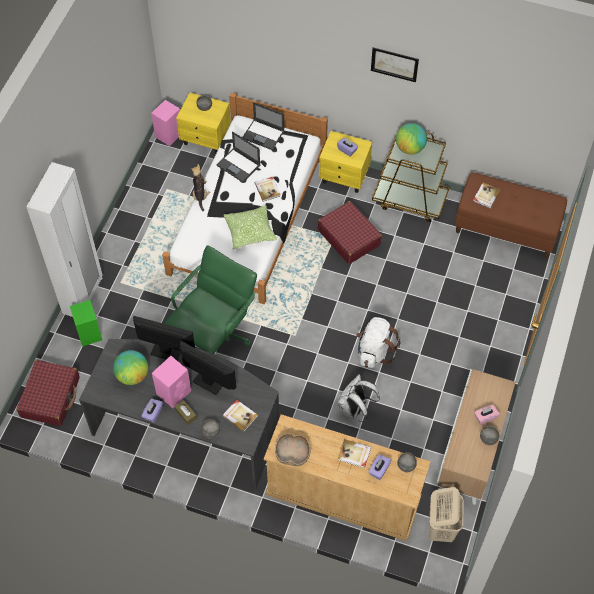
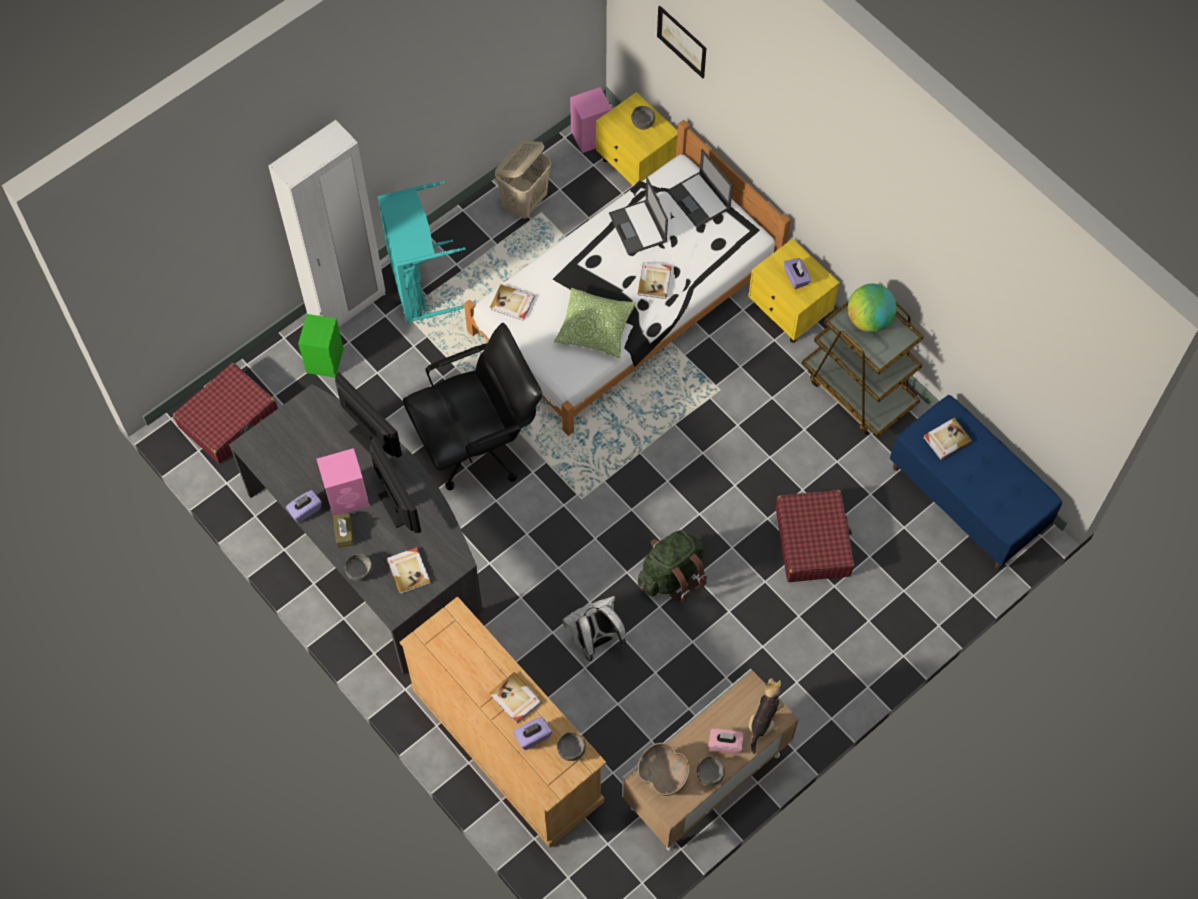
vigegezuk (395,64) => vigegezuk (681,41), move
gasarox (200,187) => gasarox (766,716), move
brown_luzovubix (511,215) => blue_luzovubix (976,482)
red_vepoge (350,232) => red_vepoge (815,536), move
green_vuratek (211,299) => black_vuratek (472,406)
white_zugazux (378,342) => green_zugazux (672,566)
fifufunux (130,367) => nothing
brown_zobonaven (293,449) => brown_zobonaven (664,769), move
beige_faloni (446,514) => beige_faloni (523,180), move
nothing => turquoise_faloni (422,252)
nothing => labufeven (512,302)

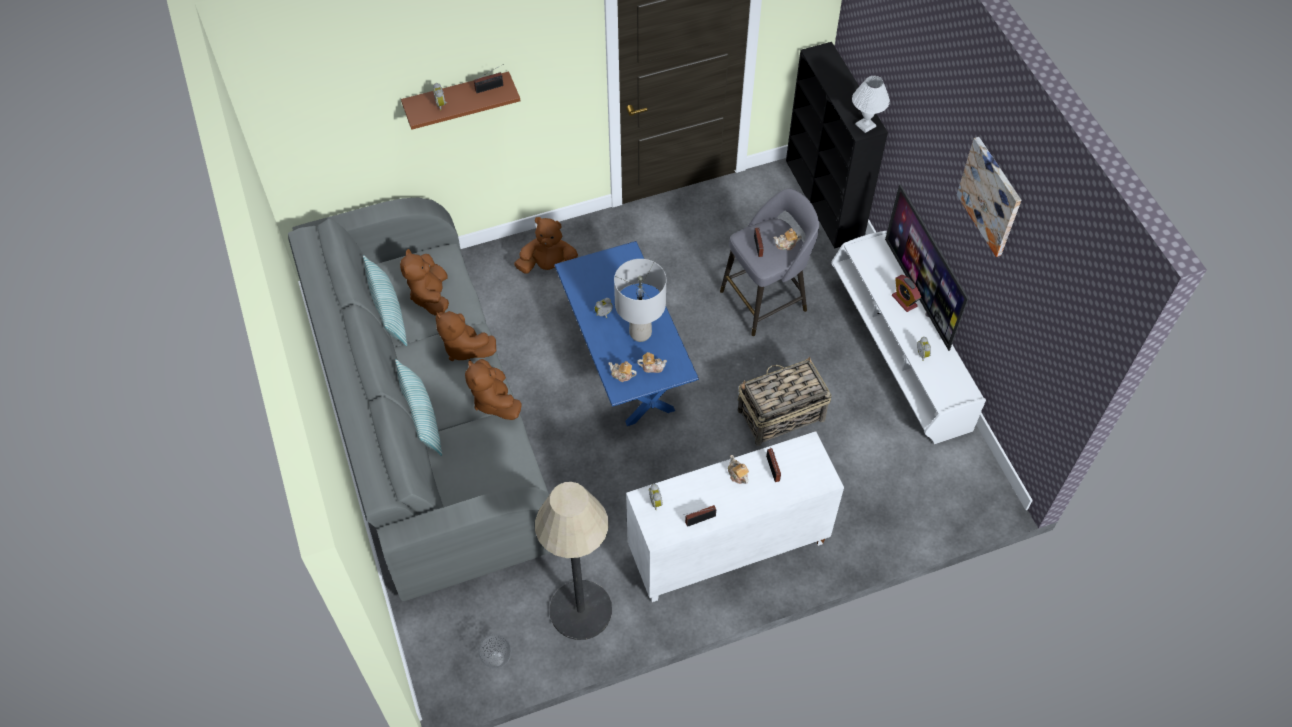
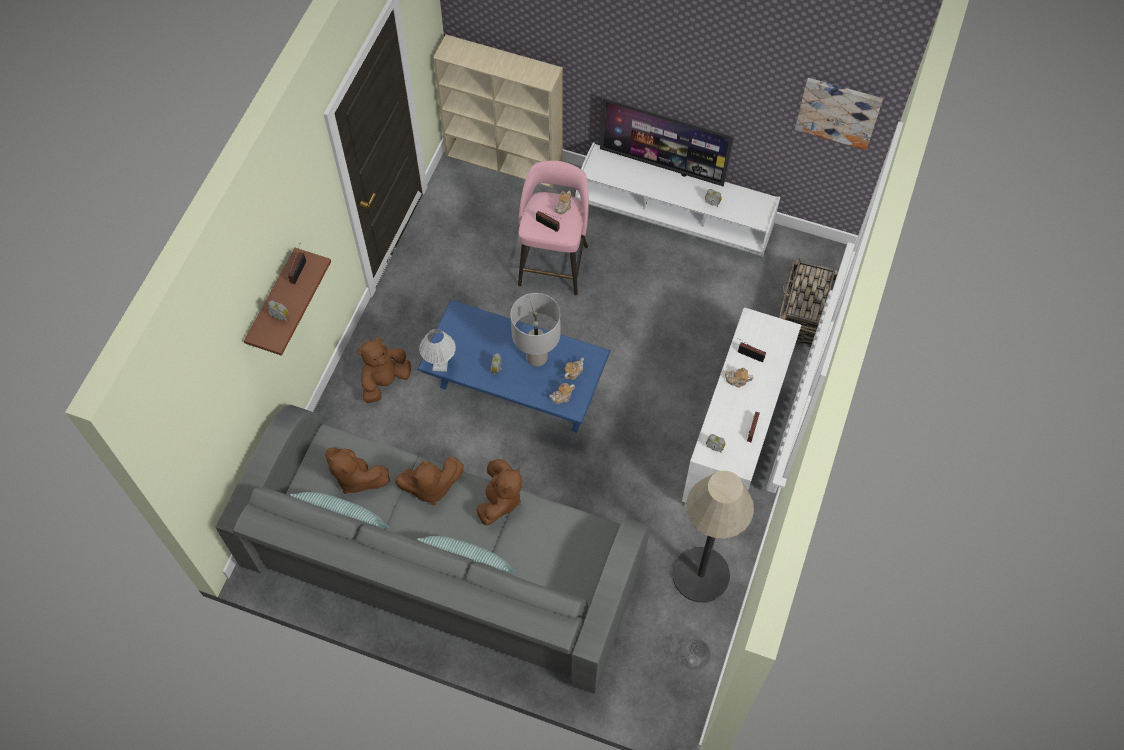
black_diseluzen (837,145) => beige_diseluzen (498,111)
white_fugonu (871,104) => white_fugonu (437,350), move
vigegezuk (989,197) => vigegezuk (839,114), move
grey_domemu (769,262) => pink_domemu (553,228)
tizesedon (906,293) => nothing
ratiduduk (785,401) => ratiduduk (808,302), move
brown_gasarox (493,389) => brown_gasarox (499,492), 90 degrees counterclockwise

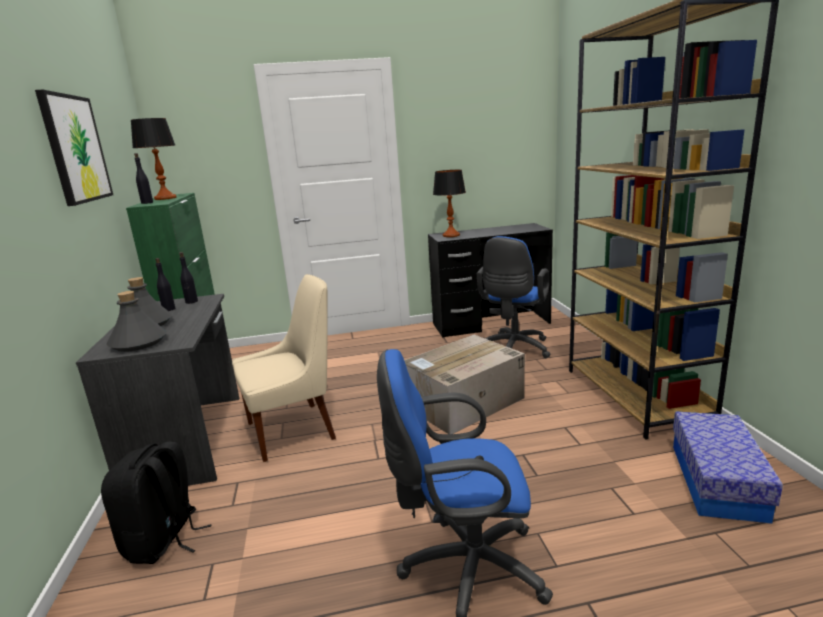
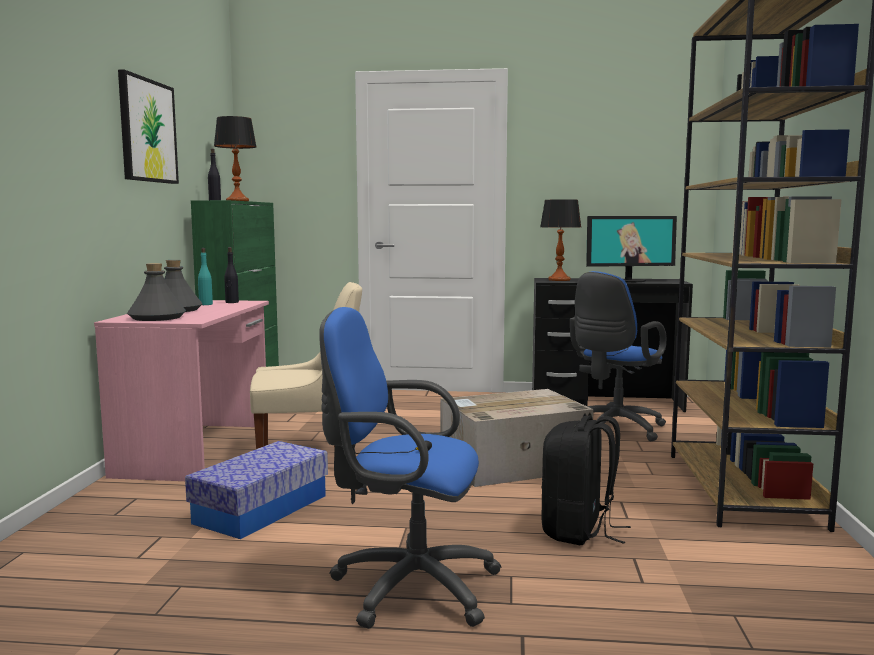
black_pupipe (165,284) => turquoise_pupipe (205,276)
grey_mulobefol (157,390) => pink_mulobefol (181,390)
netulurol (728,467) => netulurol (256,490), move
black_zugazux (156,502) => black_zugazux (586,480), move
nothing => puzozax (631,249)

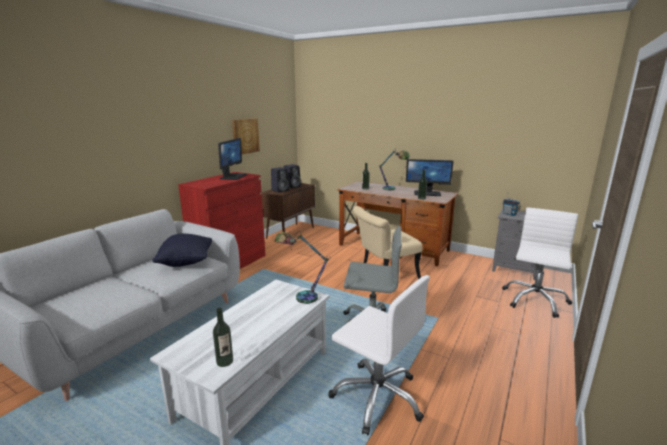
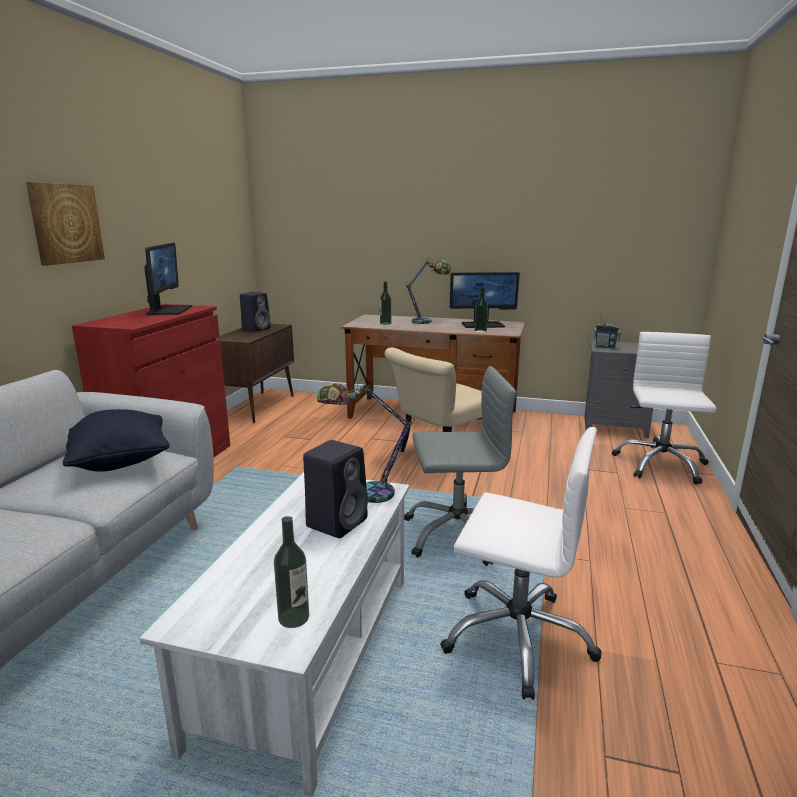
vigegezuk (246,136) => vigegezuk (65,223), move
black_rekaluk (280,179) => black_rekaluk (335,489), move

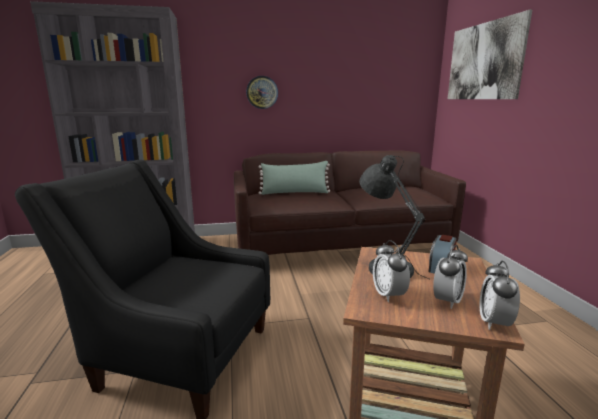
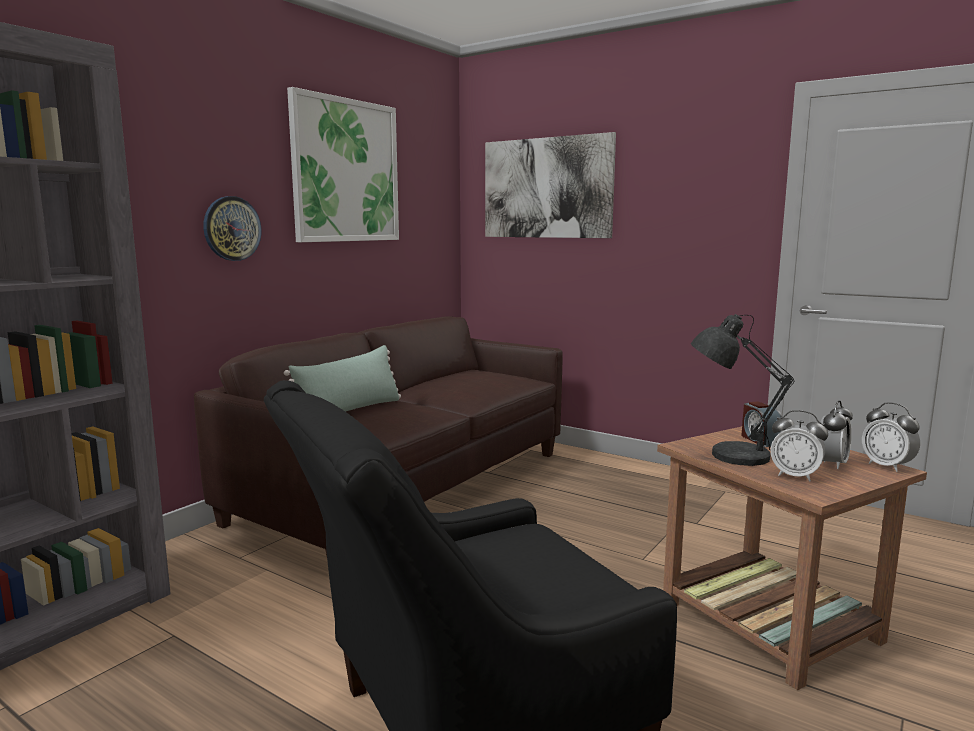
tizesedon (450,277) => tizesedon (837,435), 45 degrees clockwise
nothing => vigegezuk (343,164)

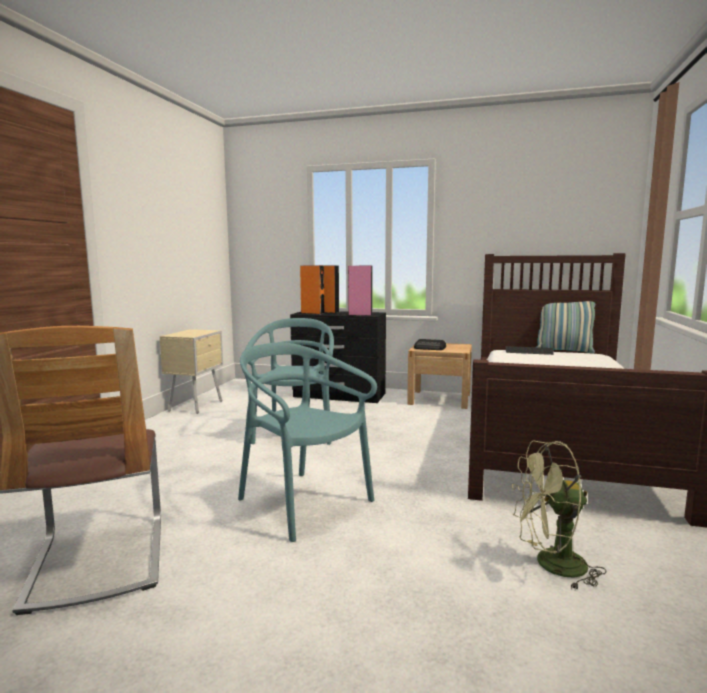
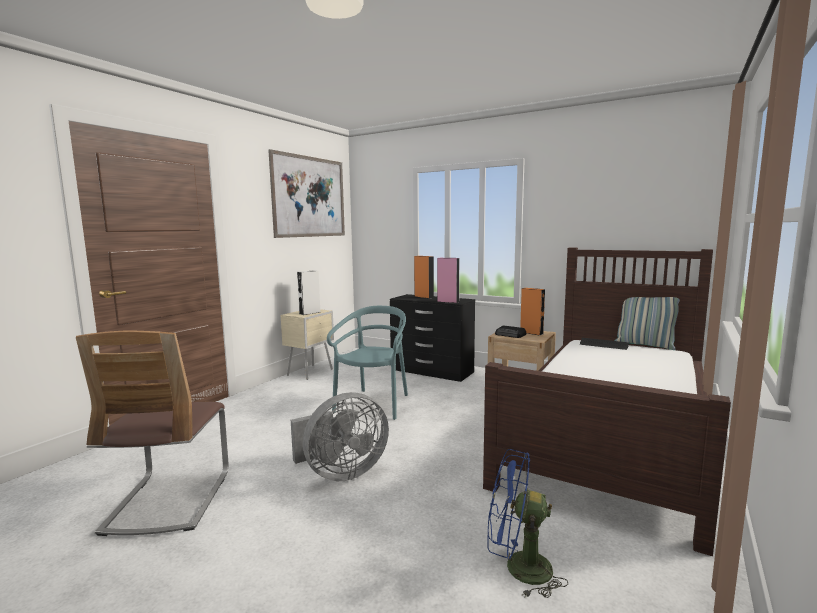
orange_rekaluk (312,290) => orange_rekaluk (532,312), move
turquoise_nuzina (307,442) => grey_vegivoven (340,436)
green_vegivoven (559,515) => blue_vegivoven (527,523)
nothing => vigegezuk (306,193)
nothing => white_rekaluk (308,292)

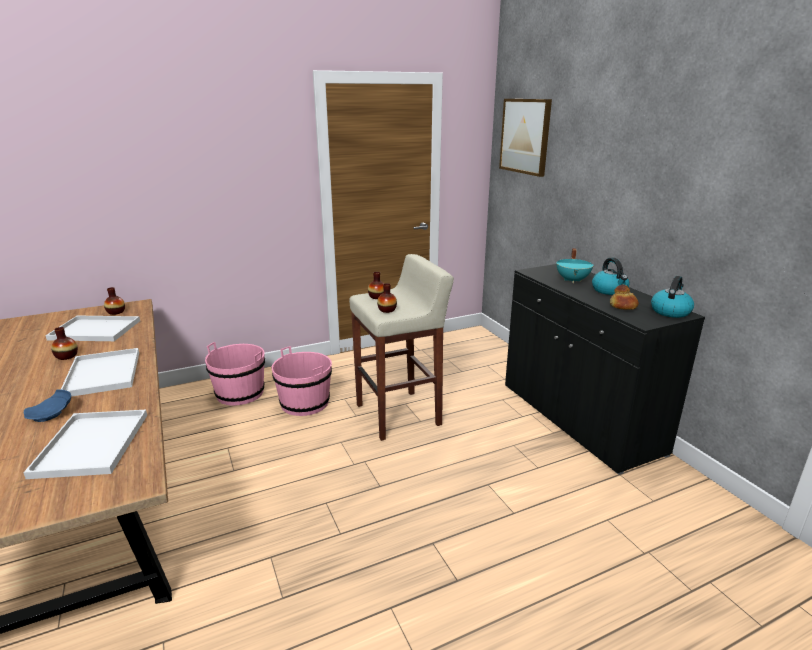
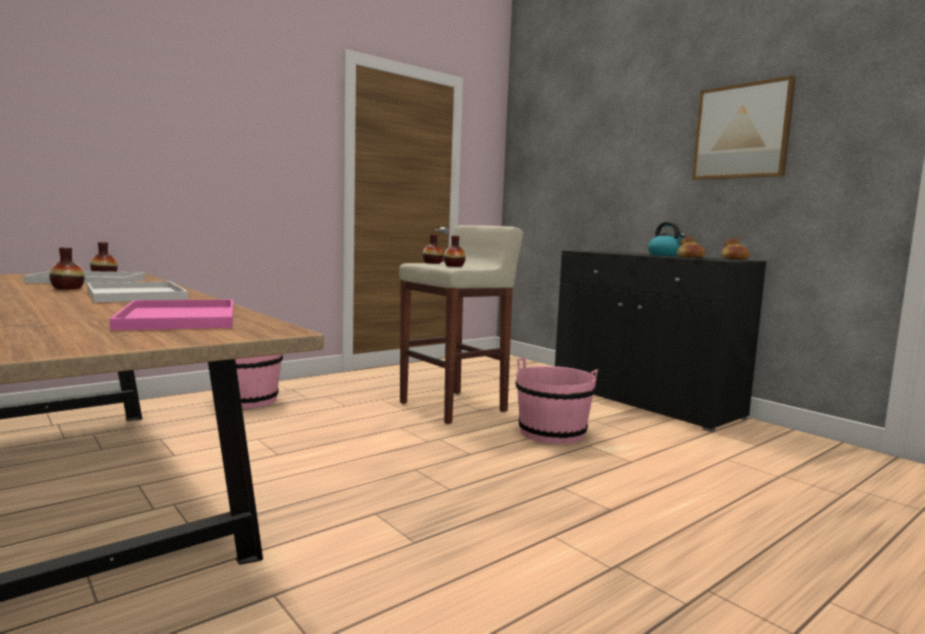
vigegezuk (525,138) => vigegezuk (744,127), move
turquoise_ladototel (575,265) => nothing
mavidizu (672,297) => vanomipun (735,248)
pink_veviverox (302,381) => pink_veviverox (557,400), move
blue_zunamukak (47,405) => nothing
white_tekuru (85,444) => pink_tekuru (171,315)

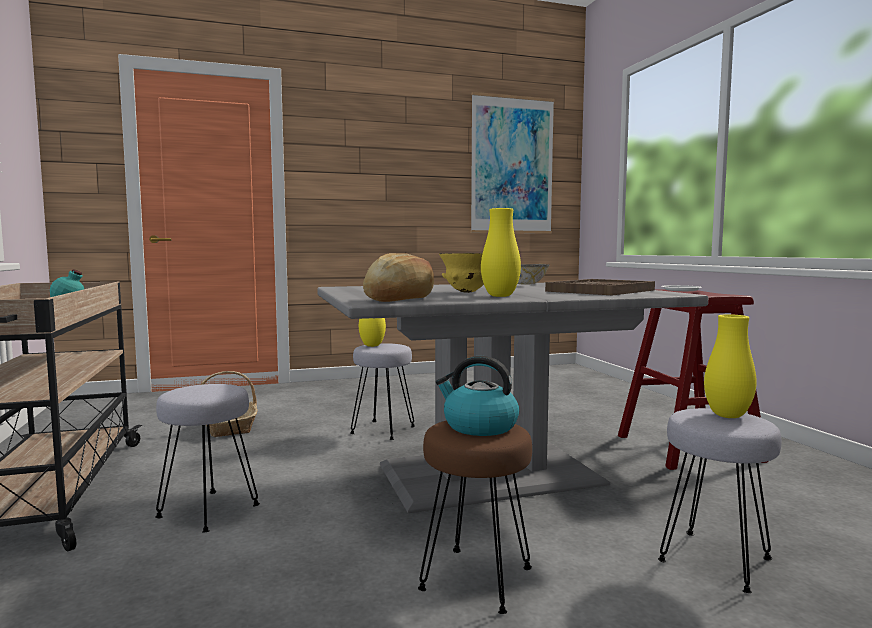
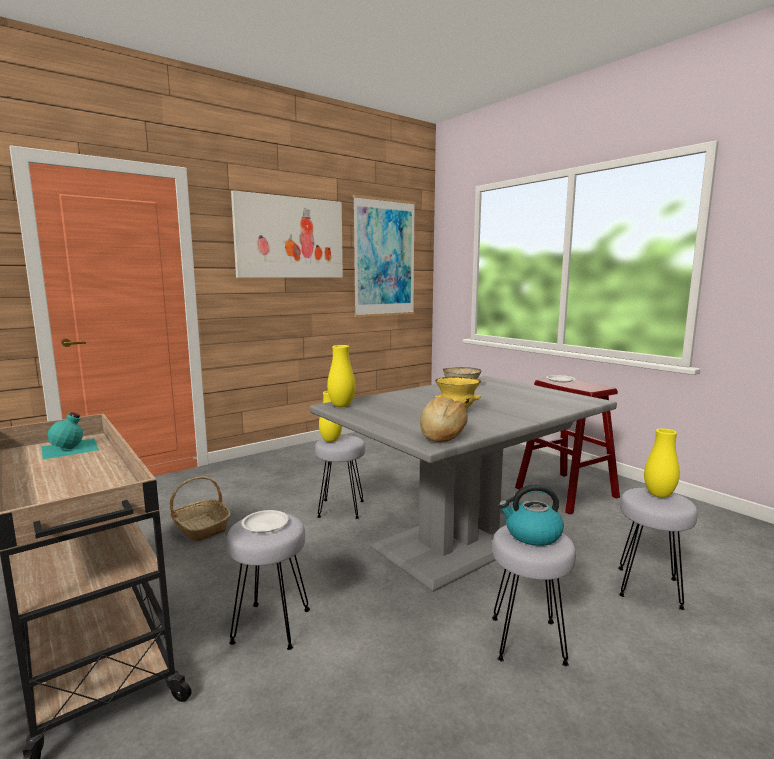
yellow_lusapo (501,252) => yellow_lusapo (341,376), move
brown_tekuru (600,287) => nothing
brown_domemu (475,517) => grey_domemu (534,595)
nothing => vigegezuk (287,234)
nothing => white_zunamukak (265,521)

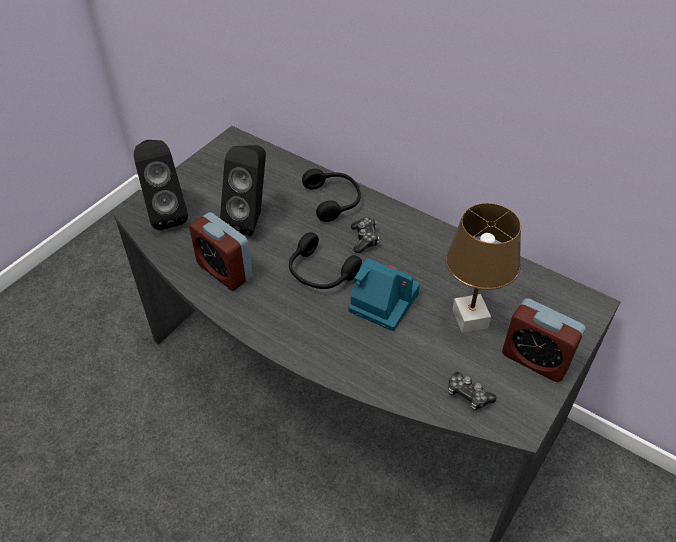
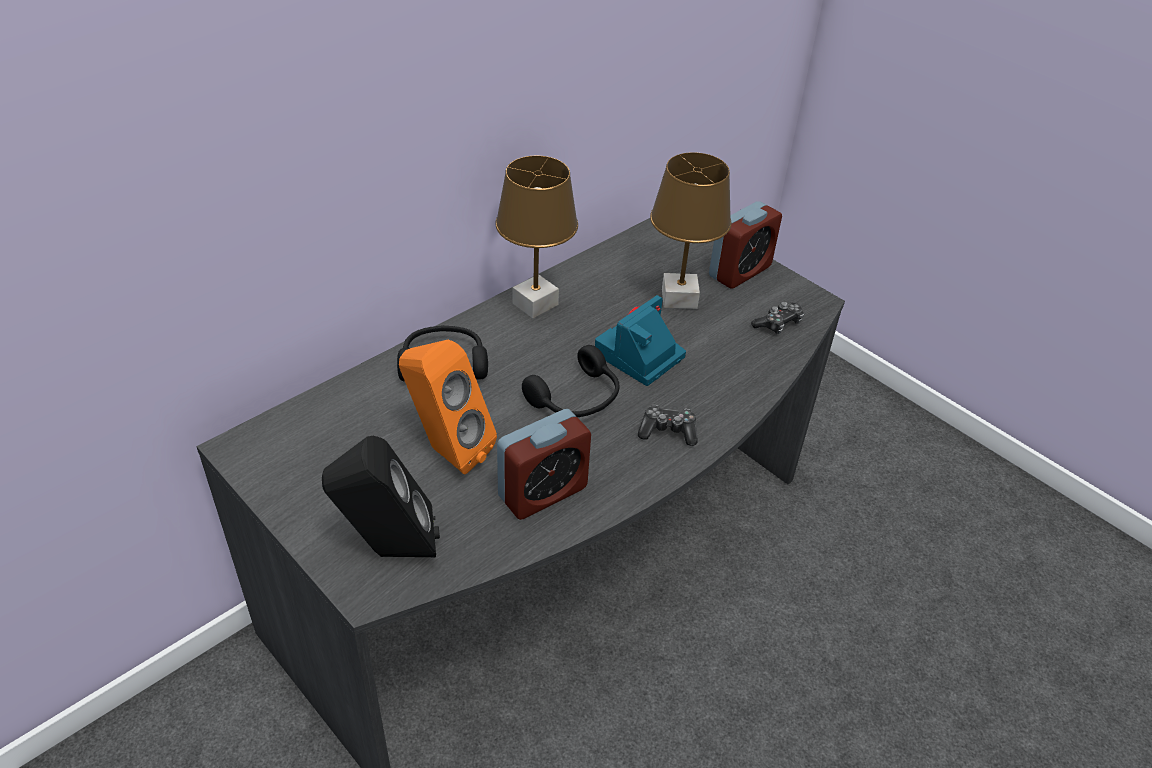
black_rekaluk (243,190) => orange_rekaluk (448,407)
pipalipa (365,235) => pipalipa (668,425), move
nothing => brown_fugonu (536,237)

